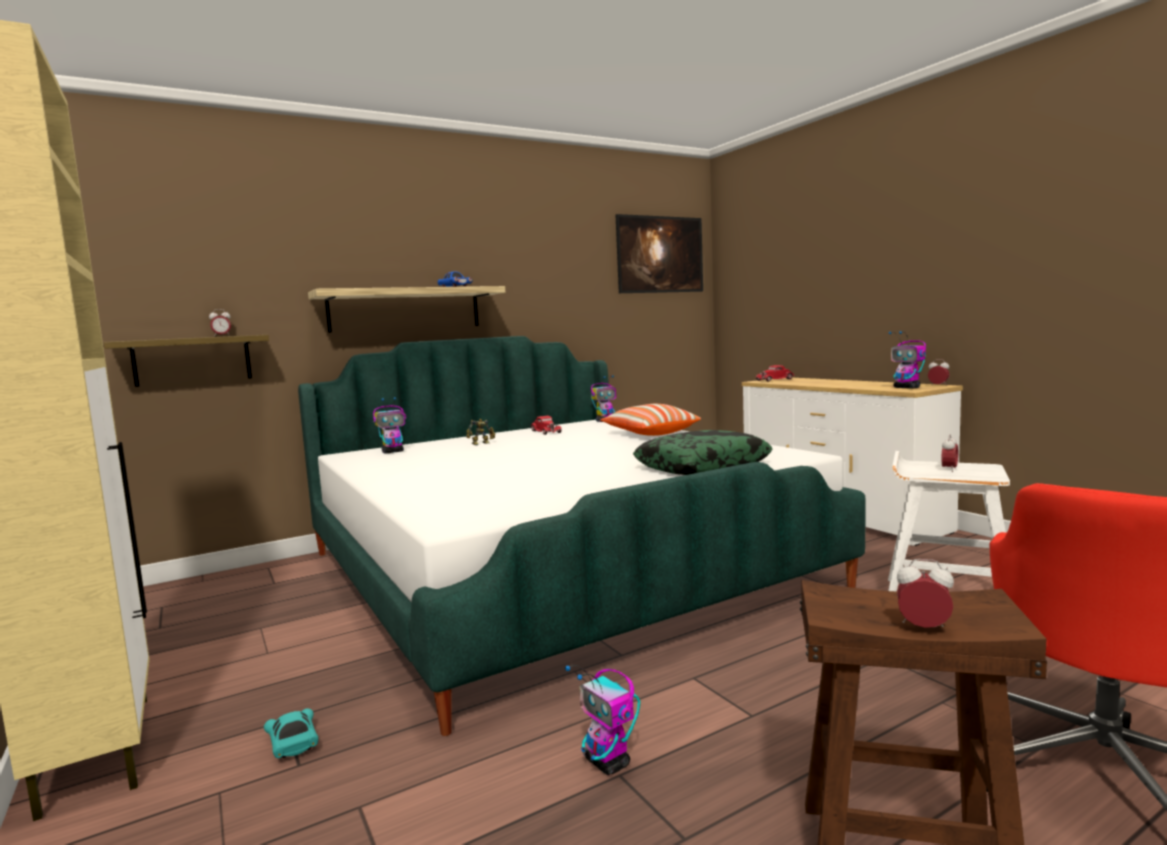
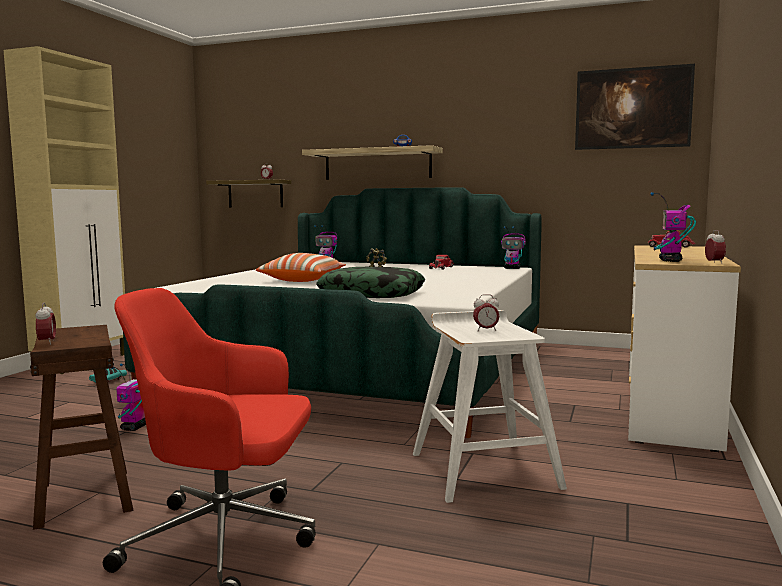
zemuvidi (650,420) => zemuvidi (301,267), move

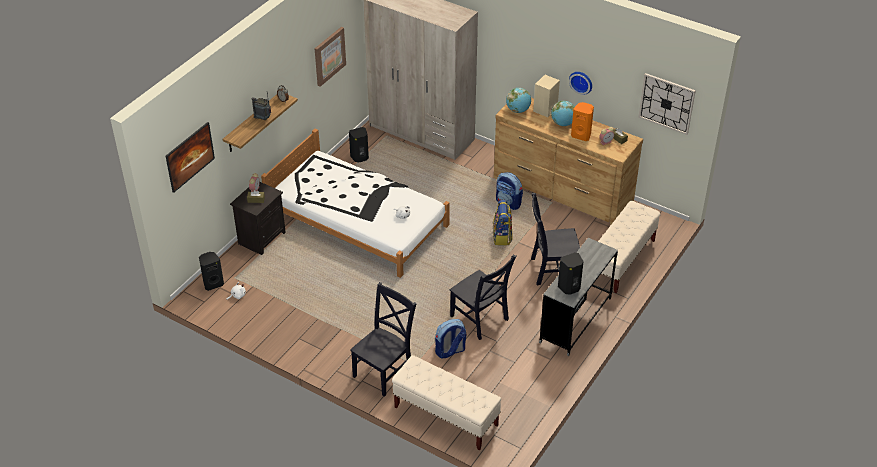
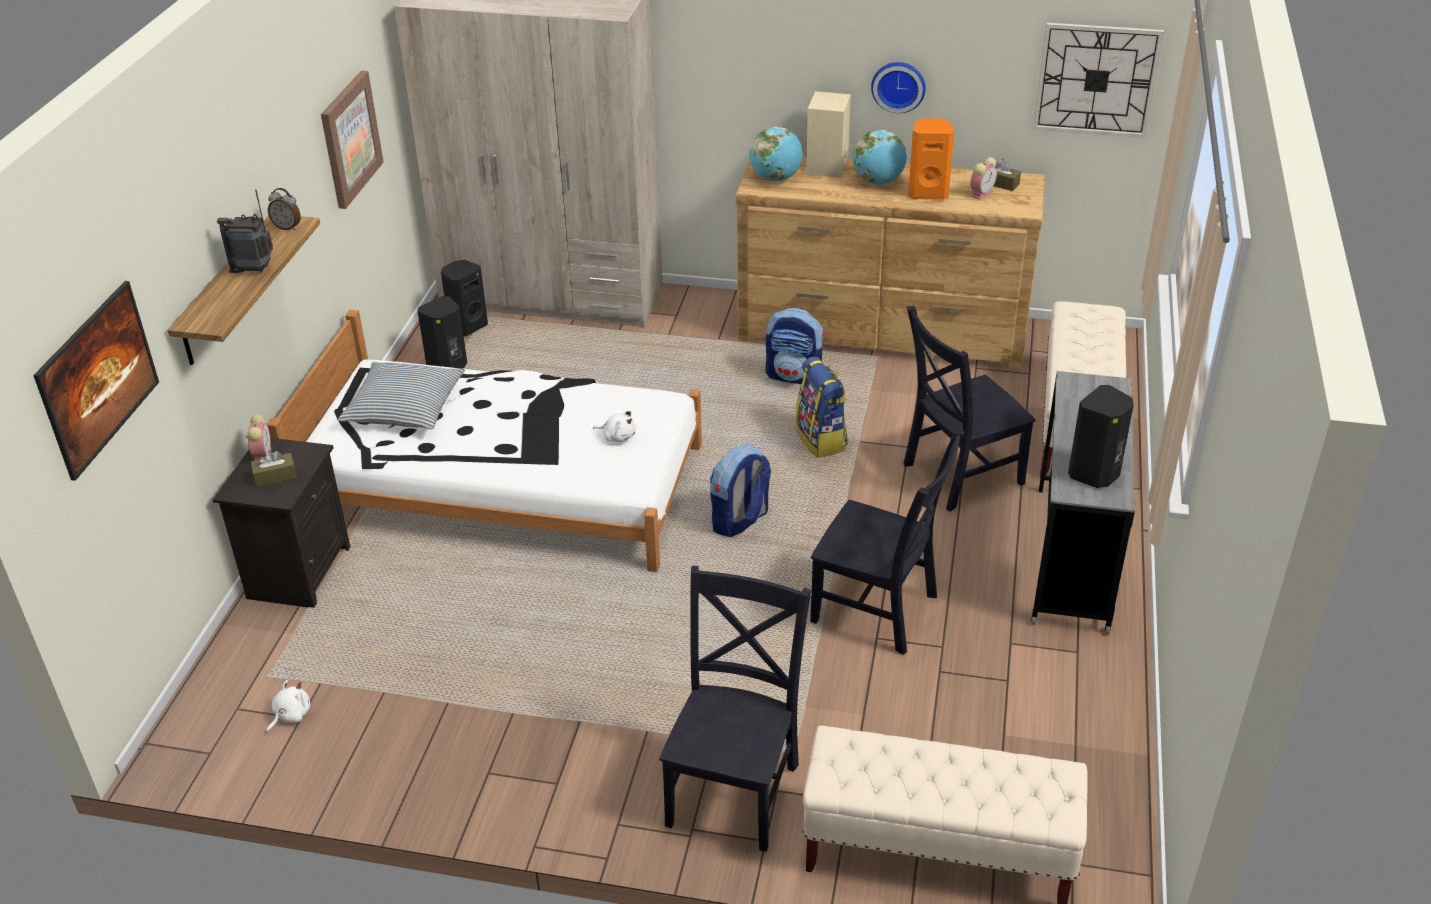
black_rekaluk (211,271) => black_rekaluk (464,298), move
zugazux (450,339) => zugazux (740,490), move
nothing => zemuvidi (401,395)

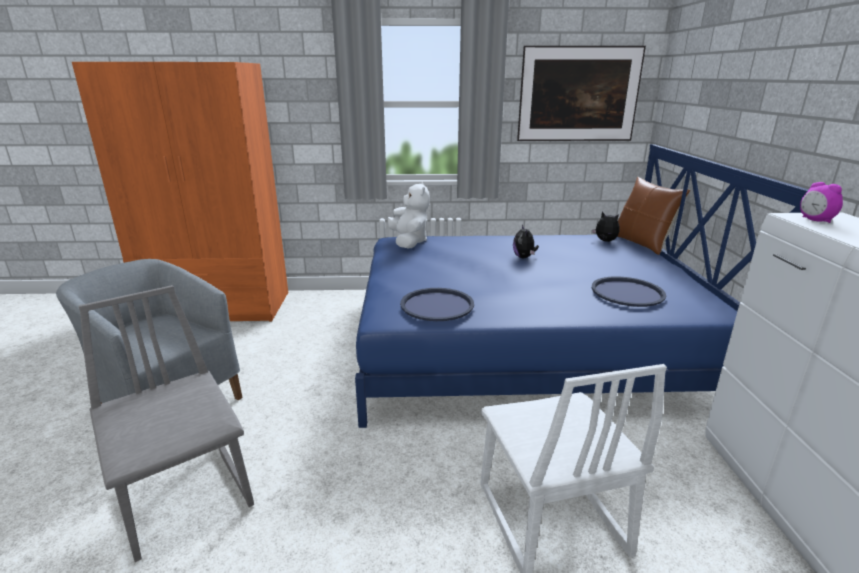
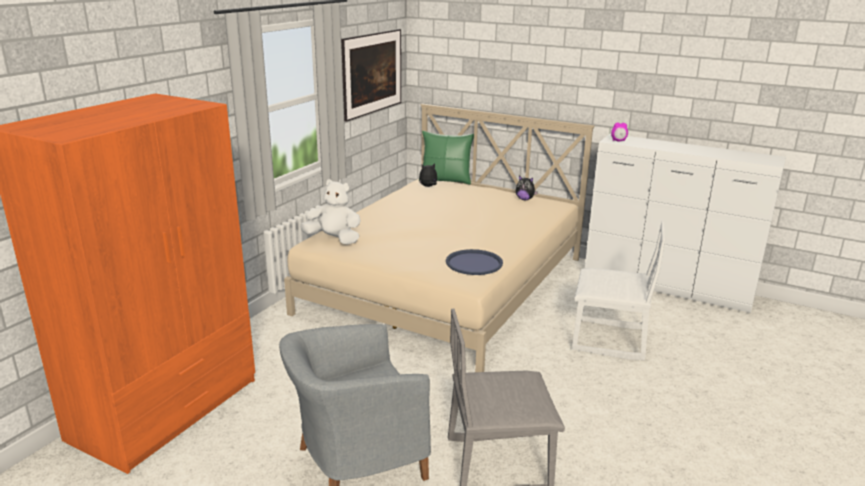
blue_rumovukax (582,286) => beige_rumovukax (439,238)
brown_zemuvidi (653,216) => green_zemuvidi (446,158)
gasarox (526,241) => gasarox (527,188), move
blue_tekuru (629,291) => nothing

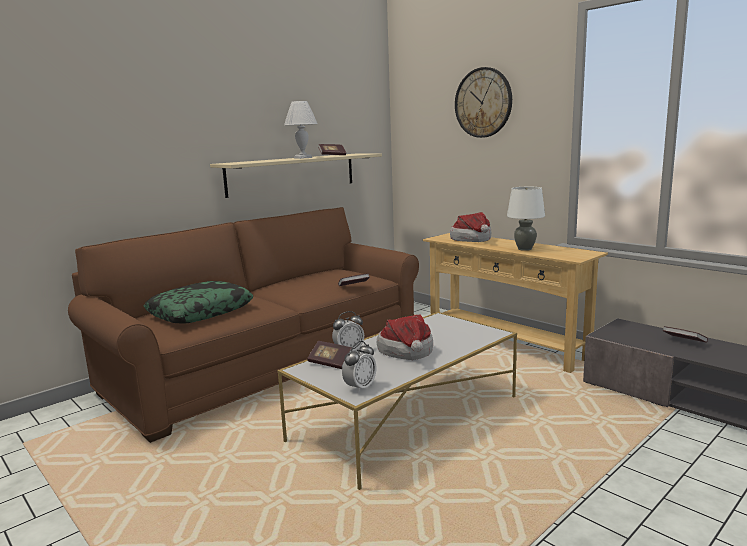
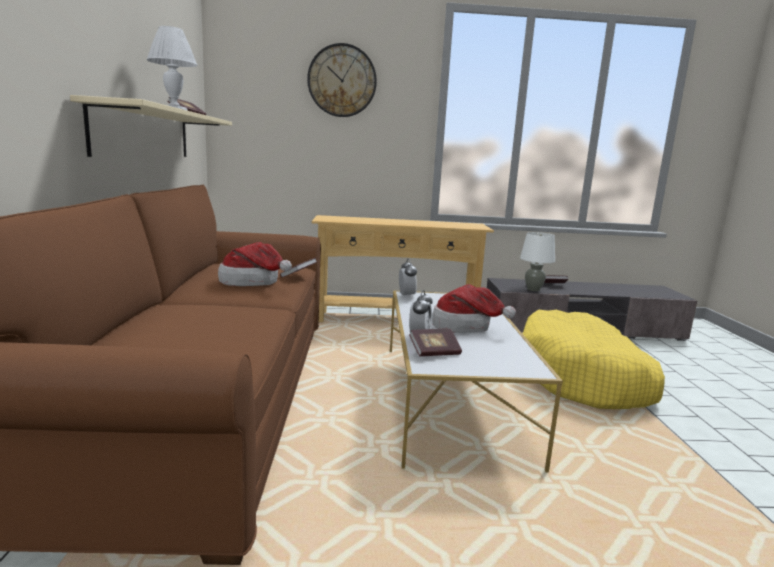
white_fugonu (526,219) => white_fugonu (537,261), move
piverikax (470,227) => piverikax (255,264), move
zemuvidi (198,302) => nothing
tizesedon (359,367) => tizesedon (408,278), move
nothing => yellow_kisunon (593,359)

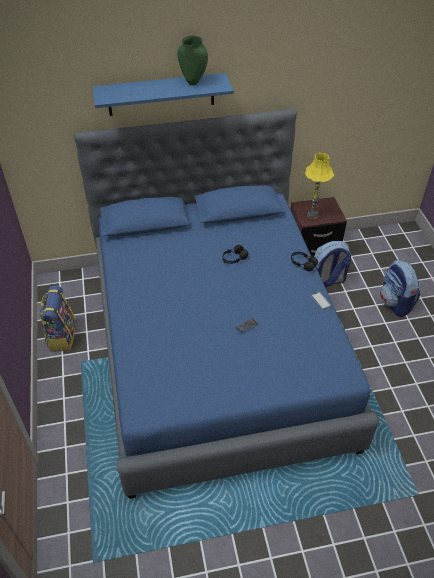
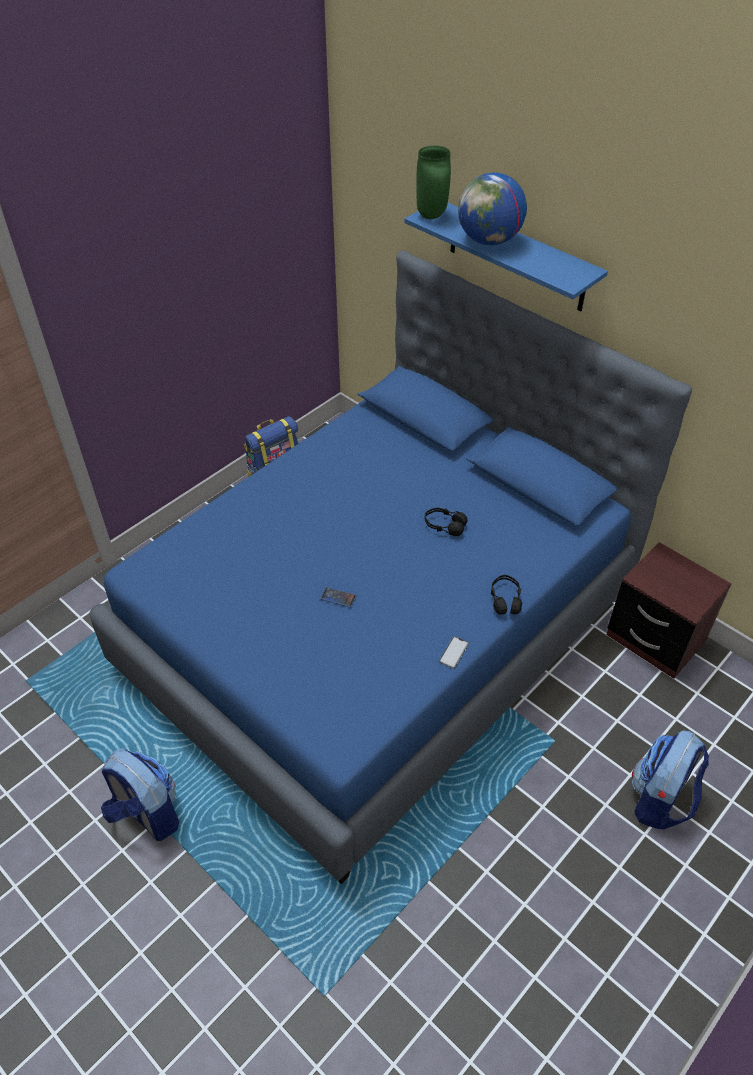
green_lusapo (193,60) => green_lusapo (433,182), move
yellow_fugonu (319,186) => nothing
zugazux (332,264) => zugazux (140,794), move
nothing => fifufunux (492,209)

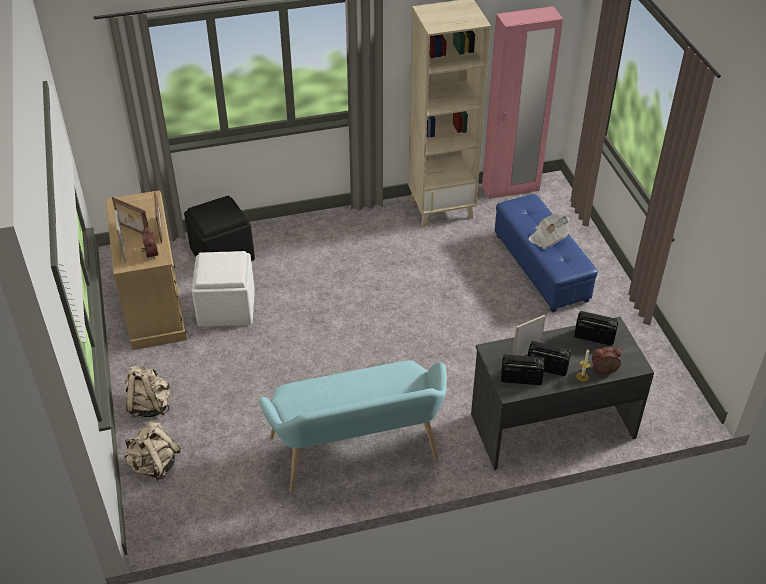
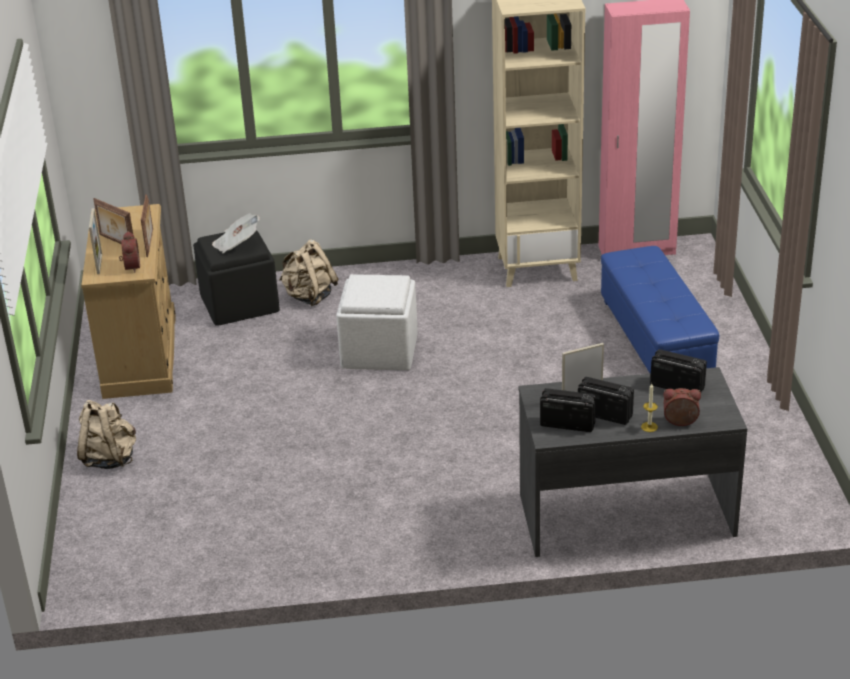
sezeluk (549,231) => sezeluk (236,233), move
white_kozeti (223,289) => white_kozeti (377,322), move
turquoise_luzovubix (353,426) => nothing
beige_zugazux (152,451) => beige_zugazux (308,273), move

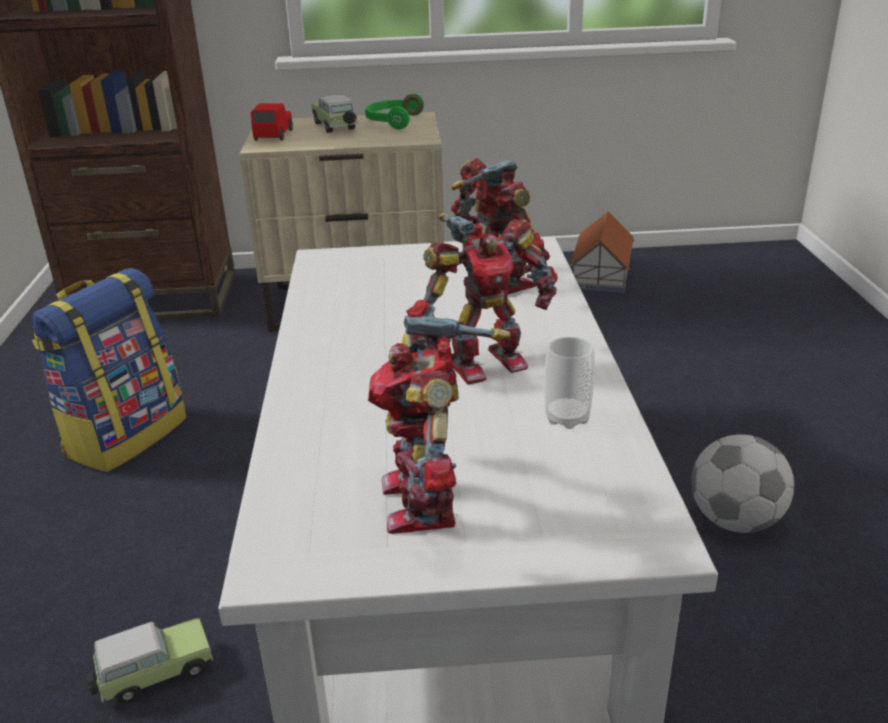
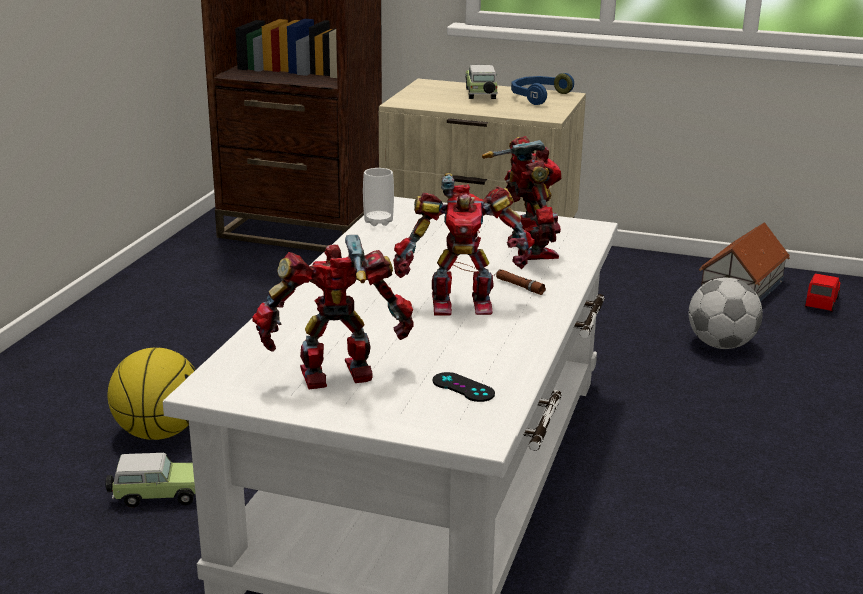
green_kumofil (394,112) => blue_kumofil (542,89)
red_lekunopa (272,122) => red_lekunopa (823,293), move
zugazux (109,370) => nothing
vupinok (439,425) => vupinok (333,312), 60 degrees clockwise
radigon (569,383) => radigon (378,197), move
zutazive (742,483) => zutazive (726,313), move
nothing => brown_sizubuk (500,278)
nothing => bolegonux (151,394)
nothing => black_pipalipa (464,387)

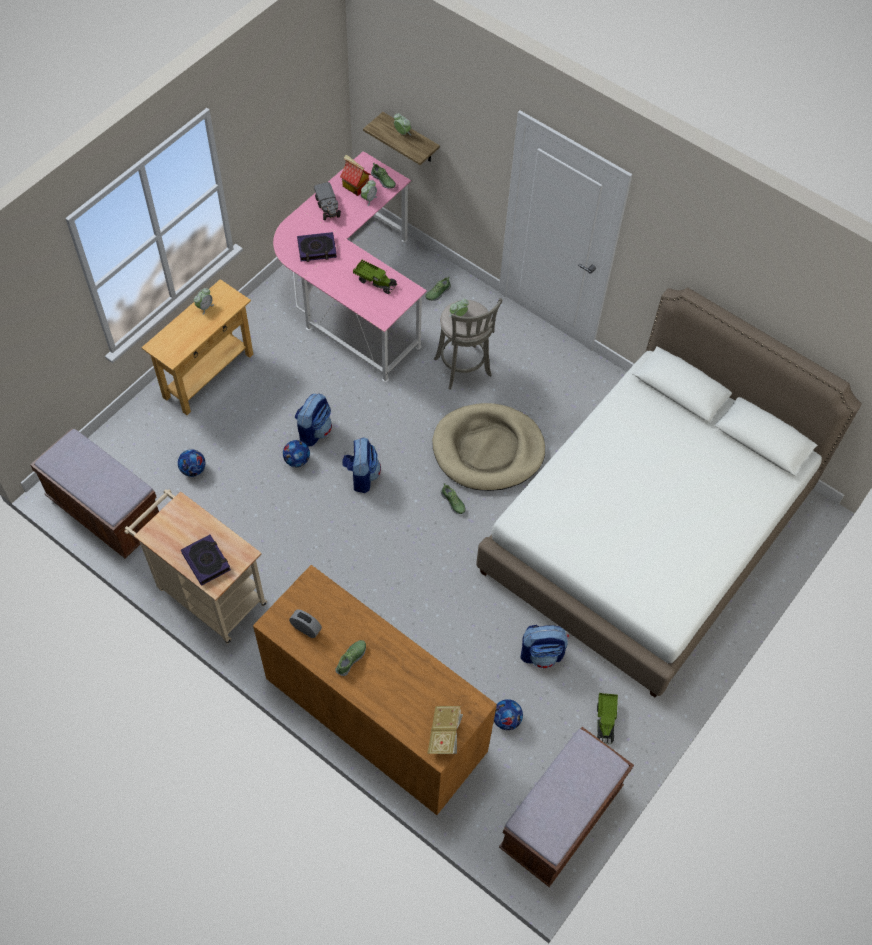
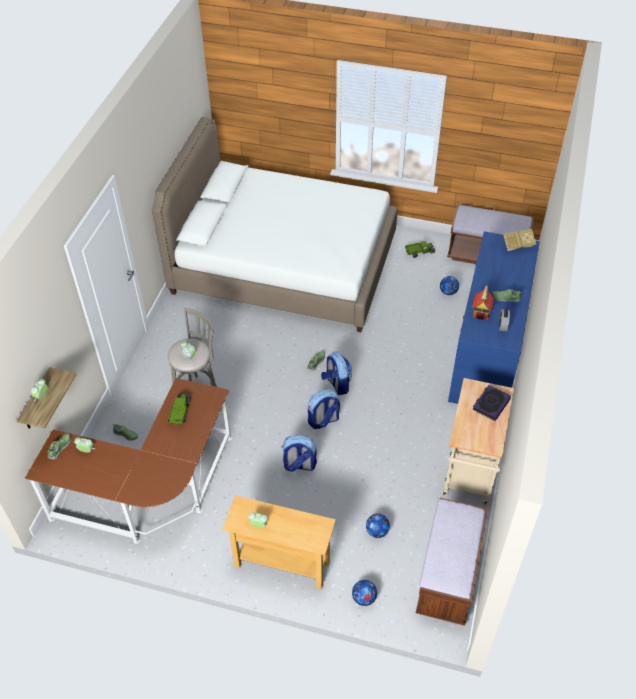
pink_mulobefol (350,266) => brown_mulobefol (128,461)
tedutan (355,175) => tedutan (483,303), move
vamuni (327,201) => nothing
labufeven (317,247) => nothing
beige_kisunon (488,447) => nothing
zutazive (296,453) => zutazive (364,593), move
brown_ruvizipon (375,690) => blue_ruvizipon (494,317)
zugazux (544,646) => zugazux (336,373), move

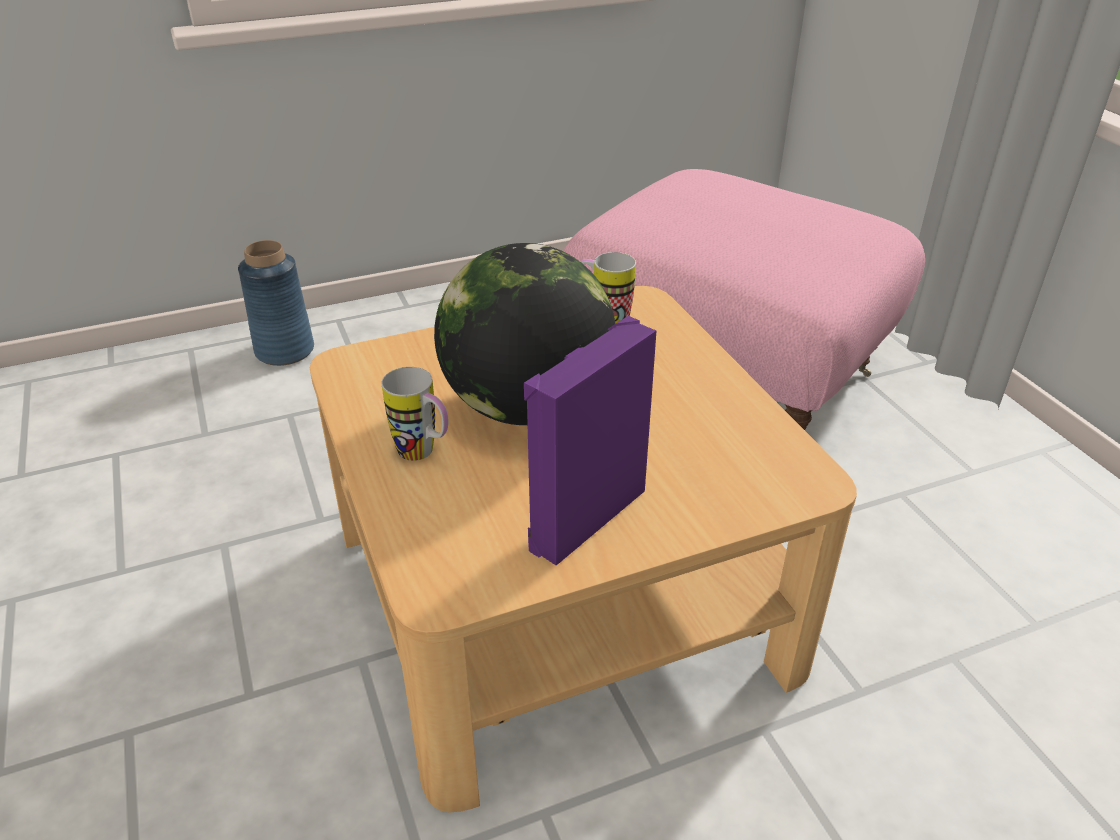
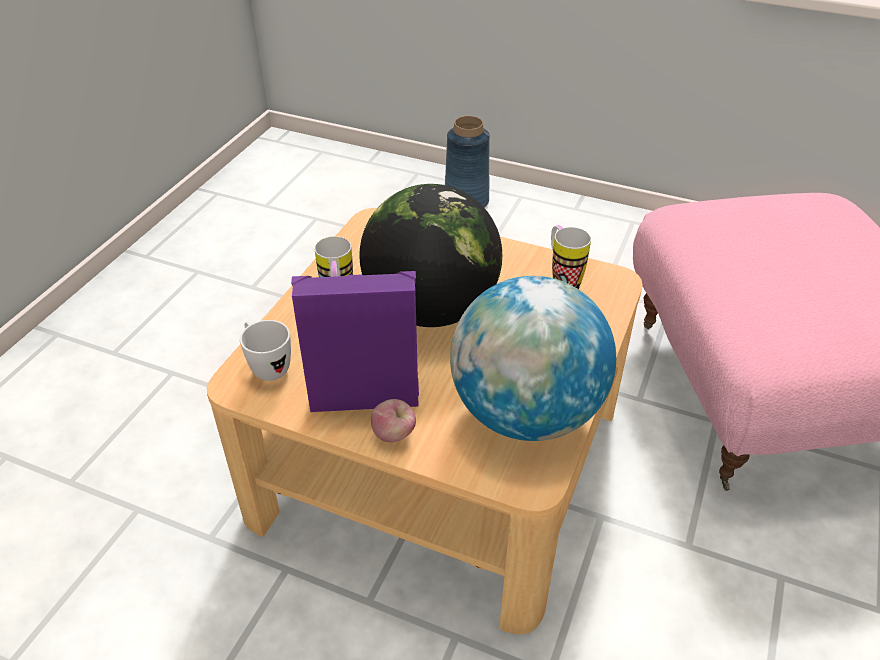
nothing => fifufunux (533,358)
nothing => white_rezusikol (265,350)
nothing => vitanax (393,420)

